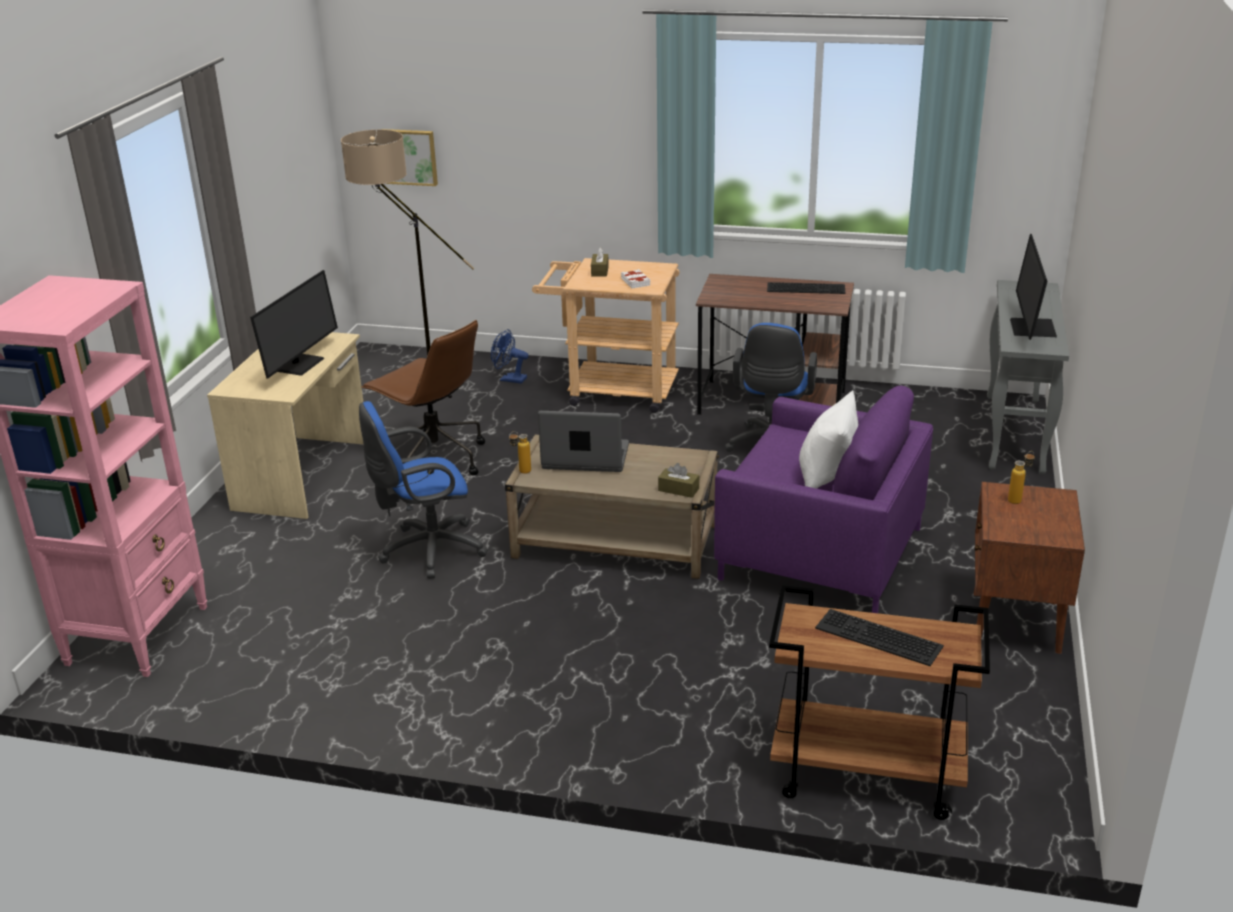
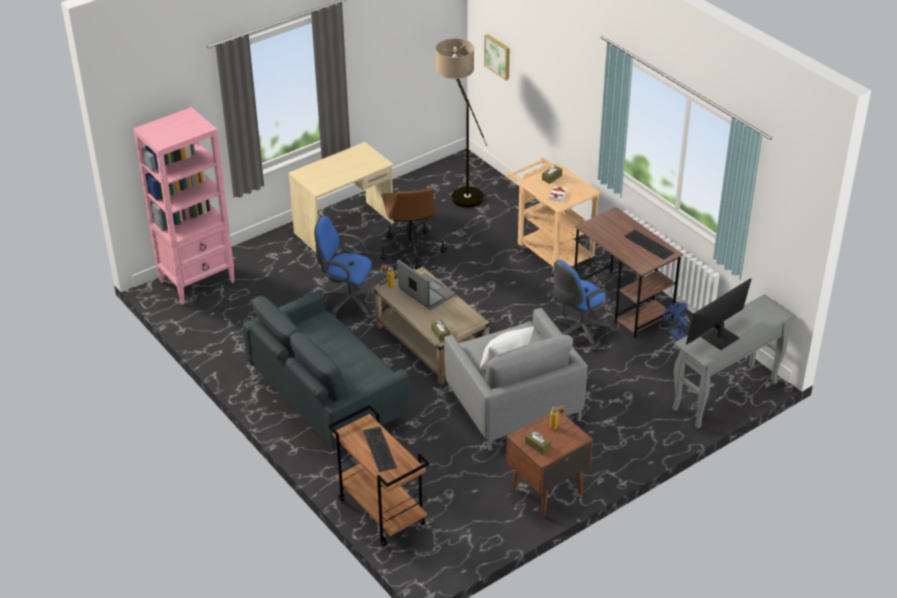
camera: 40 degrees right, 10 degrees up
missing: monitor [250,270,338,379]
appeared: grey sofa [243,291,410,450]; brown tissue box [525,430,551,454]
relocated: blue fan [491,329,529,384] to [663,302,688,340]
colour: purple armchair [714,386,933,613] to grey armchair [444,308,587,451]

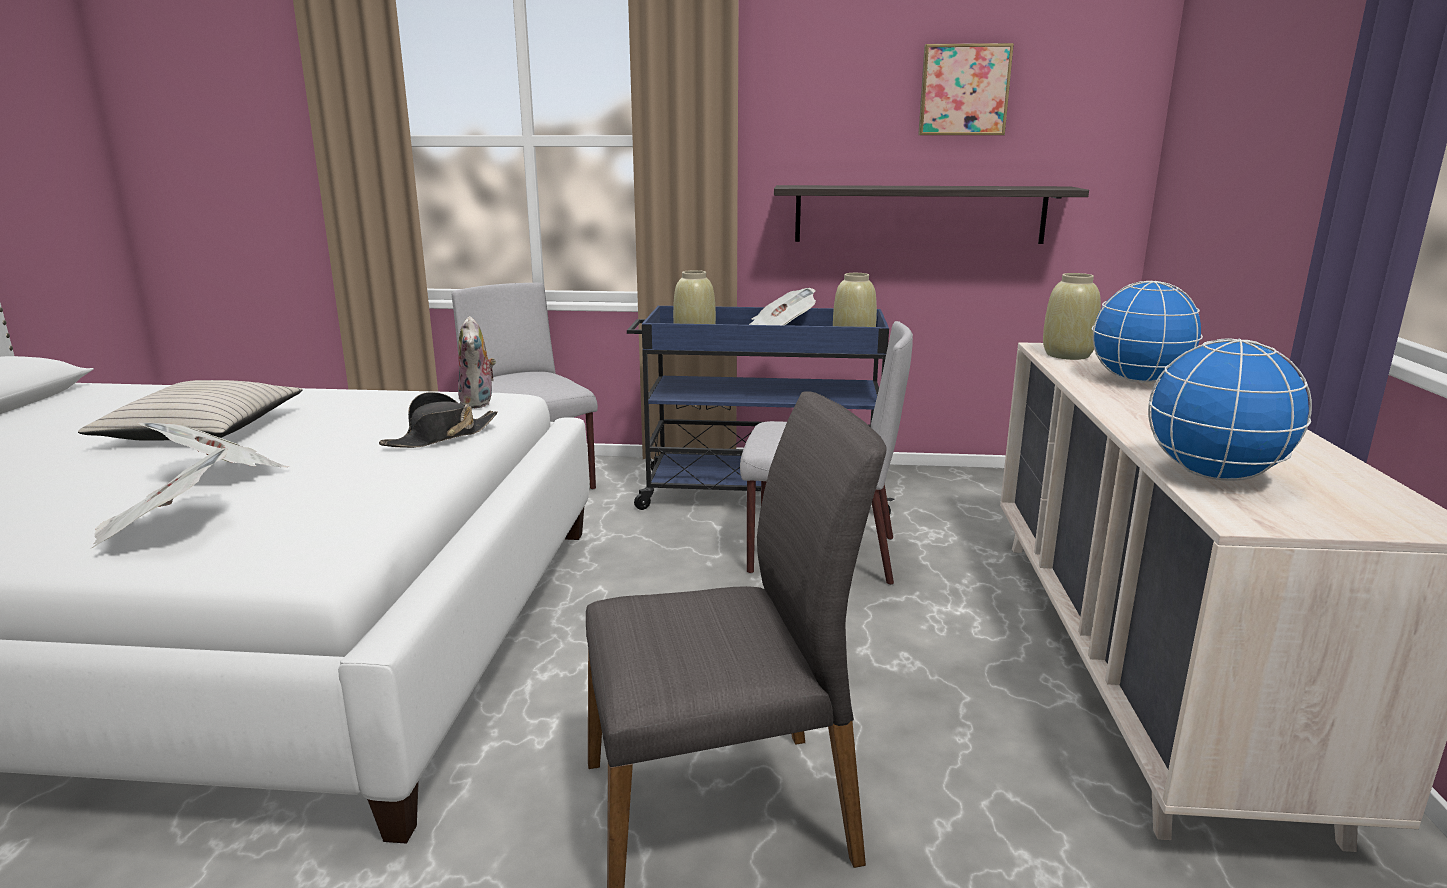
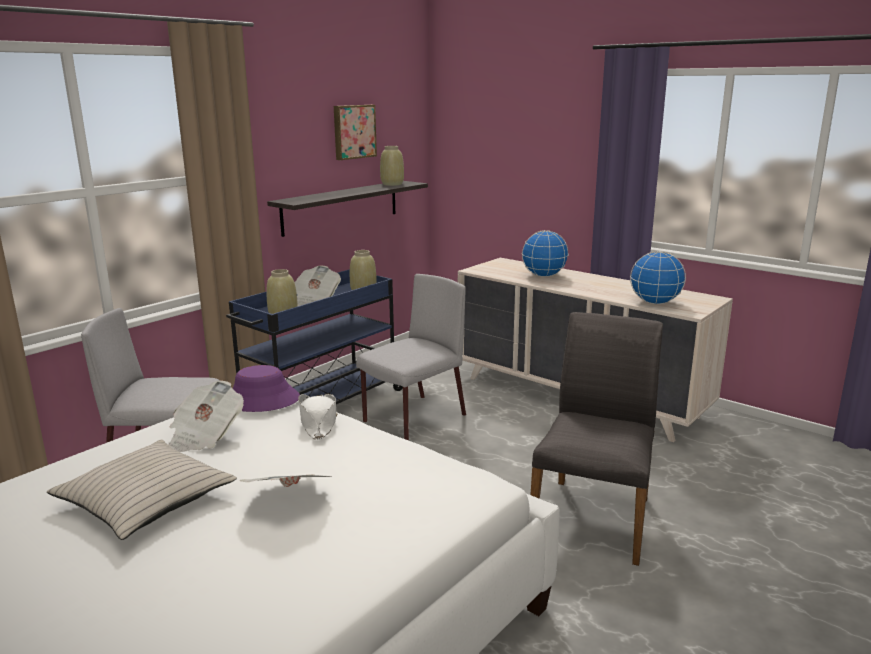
camera: 55 degrees left, 0 degrees up
relocated: newspaper [91,448,228,549] to [168,381,244,452]; beige vase [1043,273,1101,360] to [380,146,404,186]
exchanged: plush toy [458,316,496,408] to purple hat [233,365,300,412]
colour: black hat [379,392,498,448] to white hat [298,394,337,440]

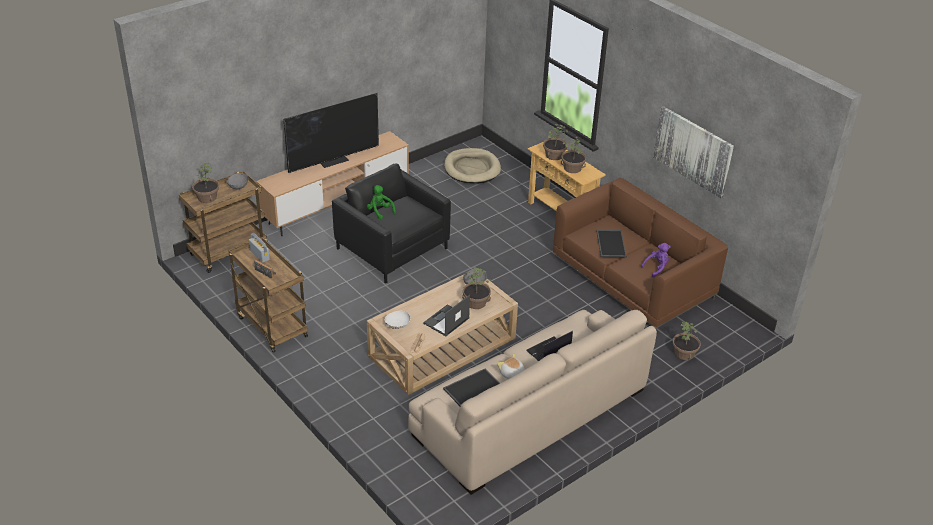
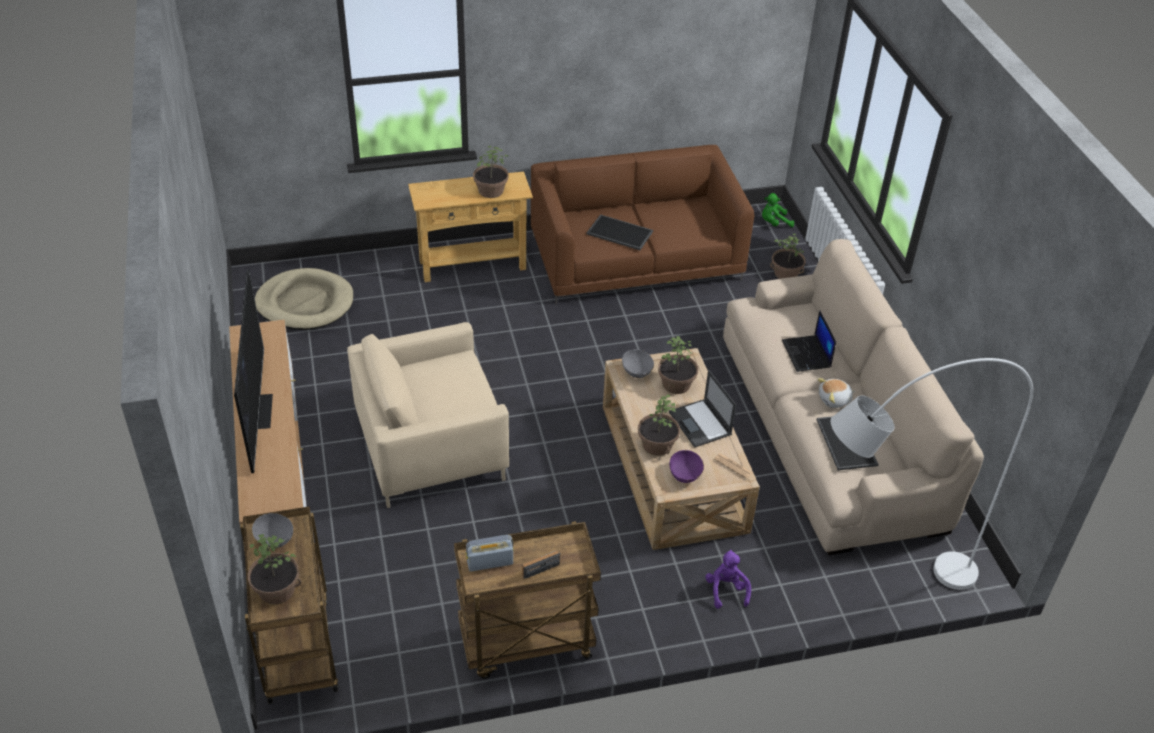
camera: 65 degrees left, 5 degrees up
missing: picture [653,106,734,198]
appeared: white floor lamp [831,358,1033,590]
relocated: green plush toy [367,185,396,220] to [762,193,794,227]; potted plant [543,124,568,160] to [638,395,680,456]; purple plush toy [641,243,671,278] to [705,550,751,609]
colour: black armchair [332,163,451,283] to beige armchair [347,322,509,508]; white bowl [385,311,411,329] to purple bowl [669,450,704,483]

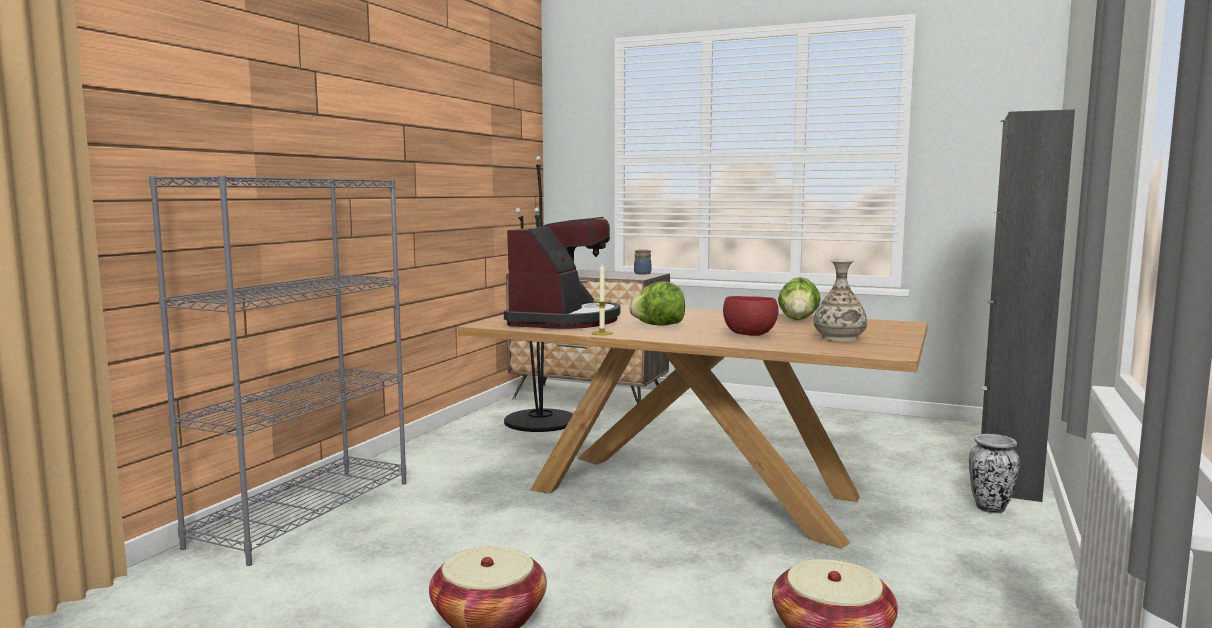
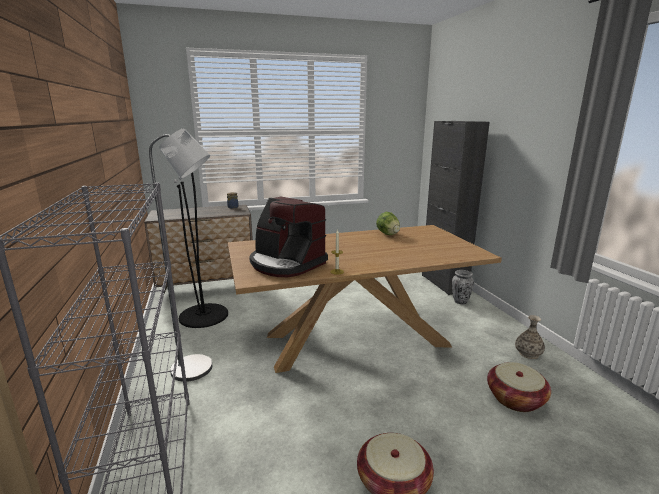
camera: 40 degrees left, 10 degrees up
missing: lettuce [629,281,685,326]; red bowl [723,296,778,336]
appeared: grey floor lamp [149,129,212,382]
relocated: vase [814,259,867,342] to [515,315,545,359]
spun: coffee machine [504,217,620,329] = [249,197,328,277] 150 degrees clockwise

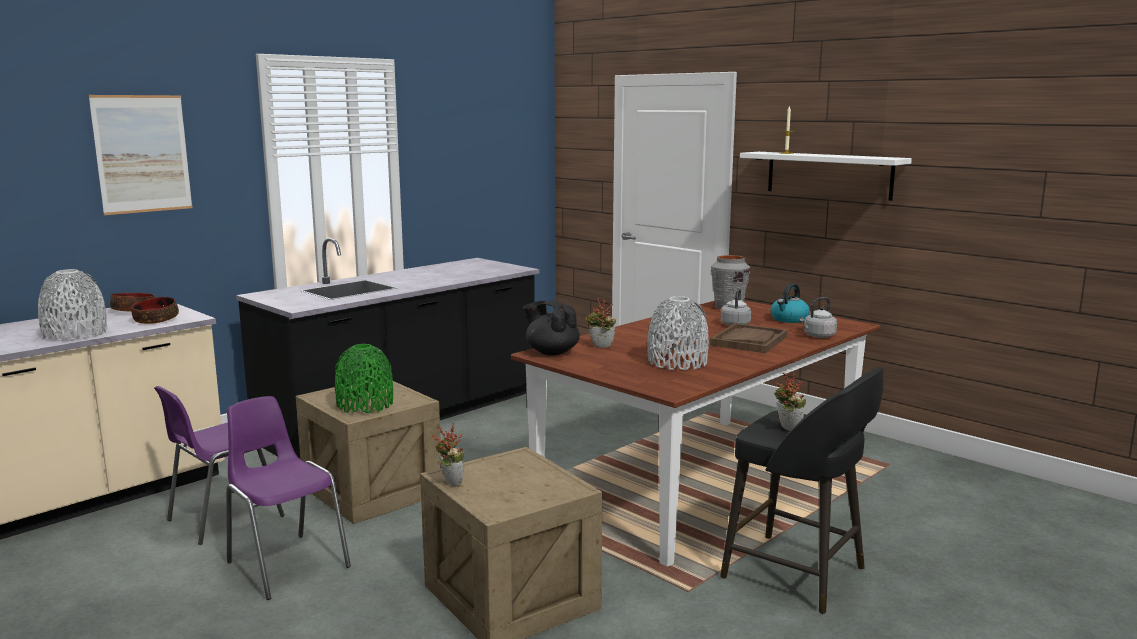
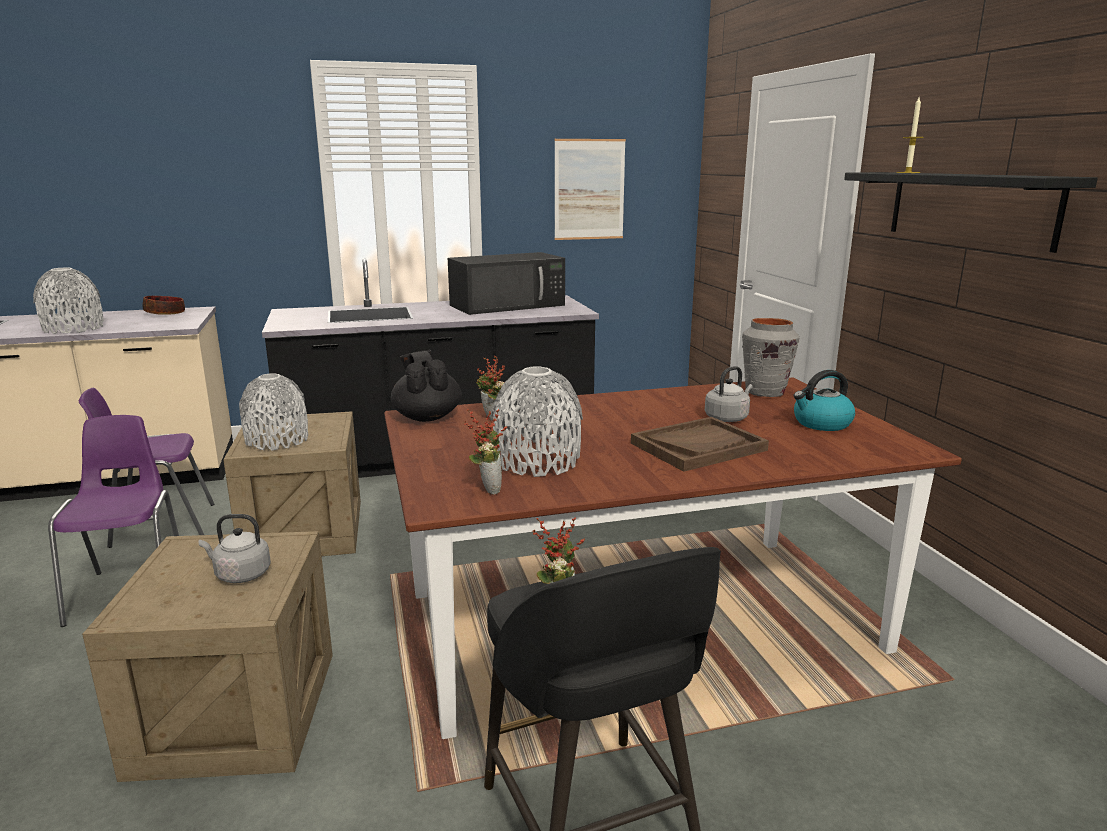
camera: 30 degrees right, 5 degrees up
missing: bowl [131,297,179,324]
appeared: black microwave [448,252,565,315]
relocated: picture [88,95,192,215] to [555,139,626,240]; potted plant [432,423,464,486] to [463,409,507,495]; grey kettle [800,297,837,338] to [199,514,271,583]
colour: green vase [335,344,393,413] to grey vase [239,373,308,451]; white shelf [740,152,912,201] to black shelf [844,172,1098,253]

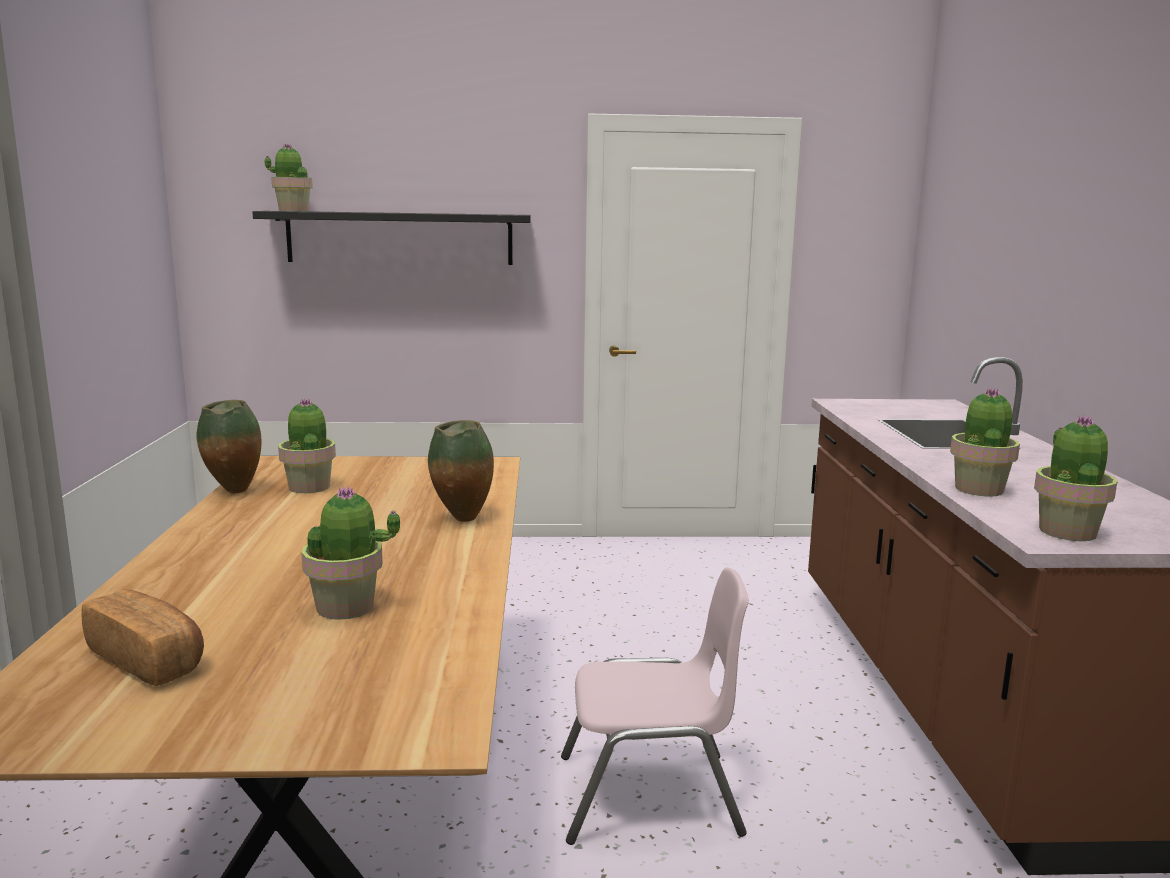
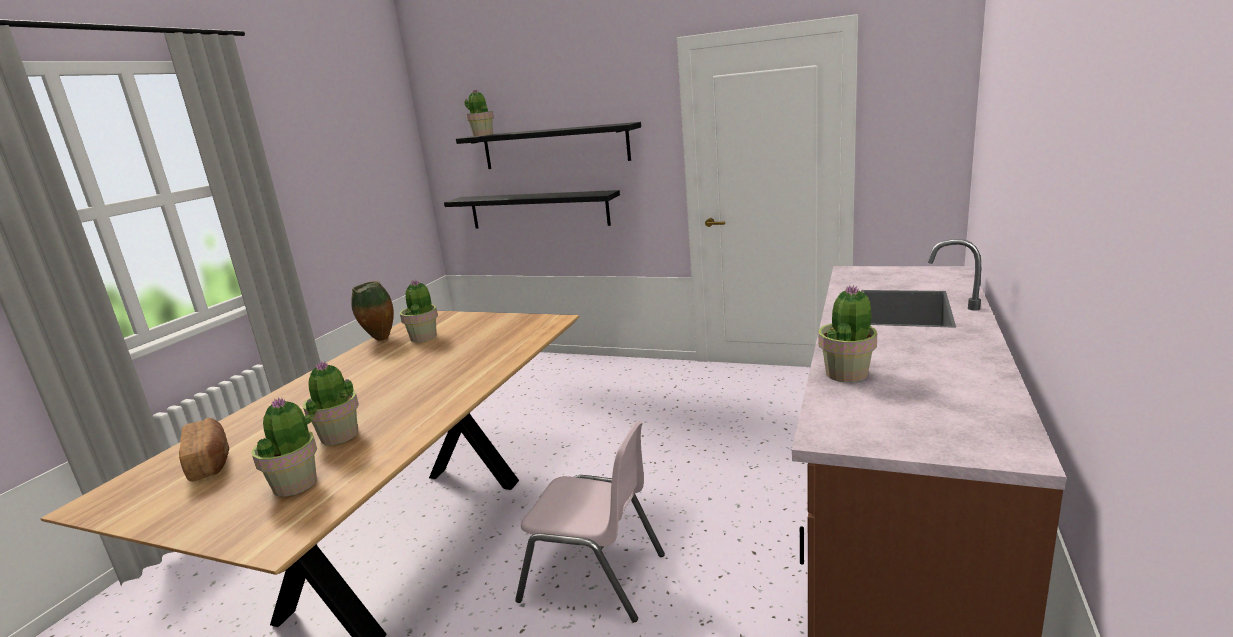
camera: 25 degrees right, 5 degrees up
missing: vase [428,420,494,522]
appeared: black shelf [444,190,620,229]
relocated: potted plant [1034,415,1118,541] to [251,397,317,497]

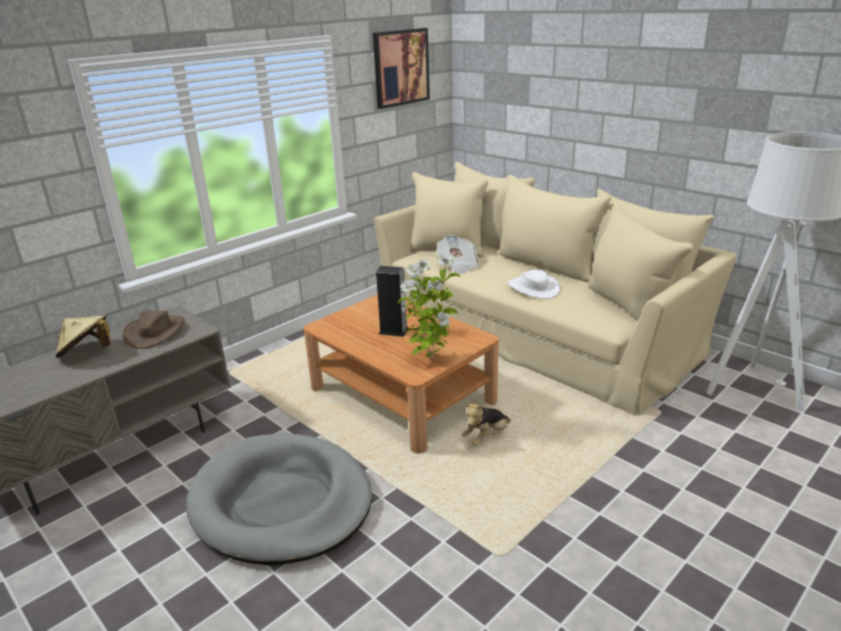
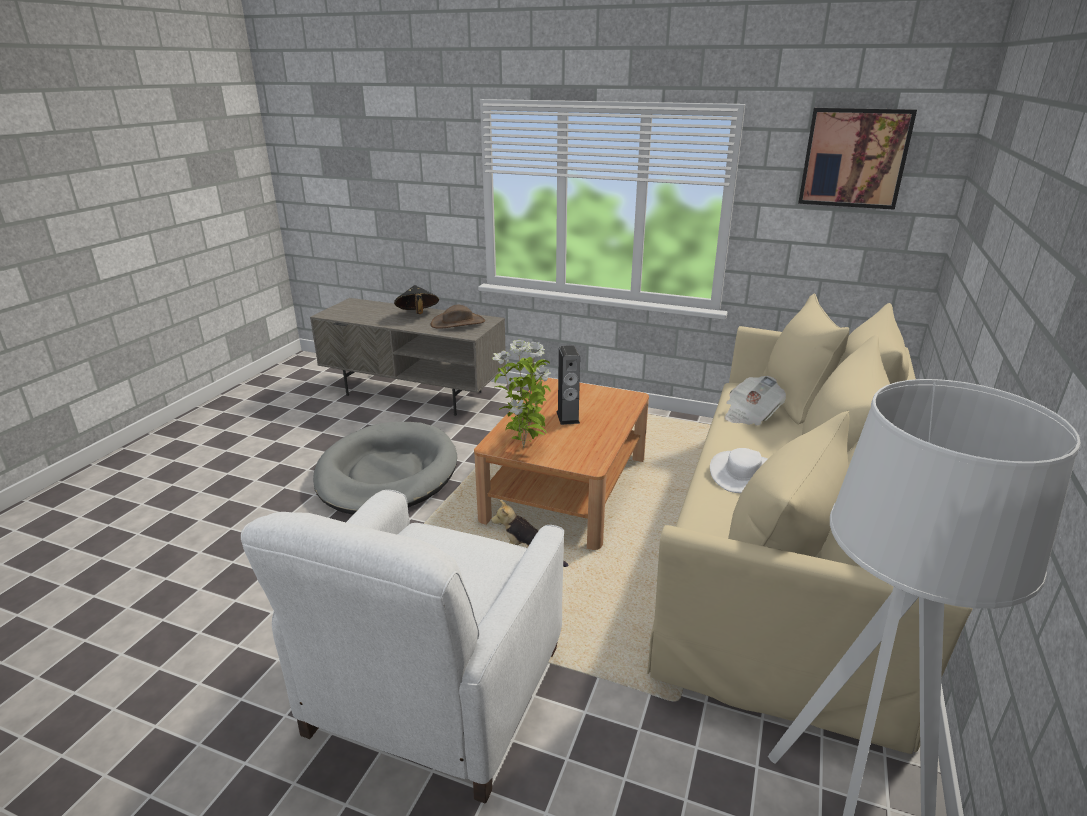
camera: 65 degrees right, 0 degrees up
appeared: white armchair [241,490,564,804]
colour: beige hat [56,315,110,358] to black hat [394,285,439,314]

